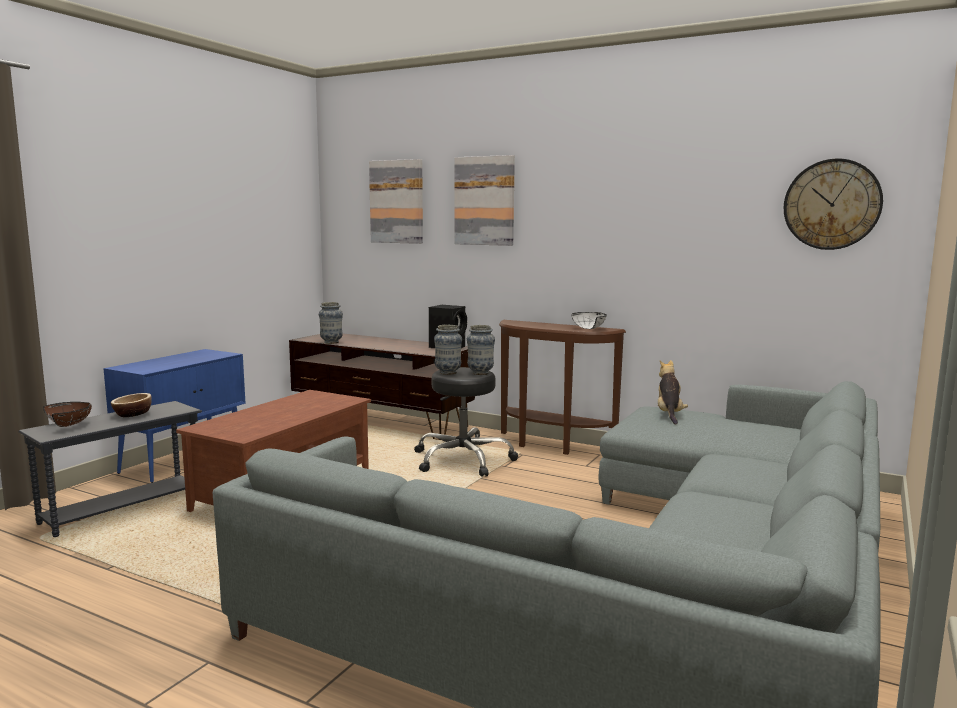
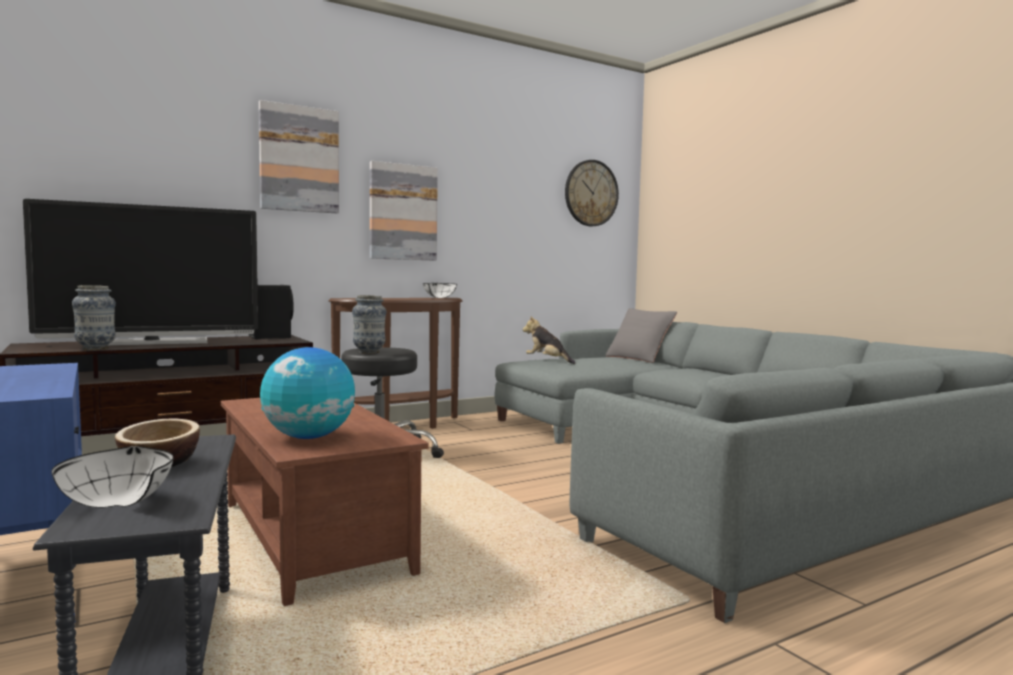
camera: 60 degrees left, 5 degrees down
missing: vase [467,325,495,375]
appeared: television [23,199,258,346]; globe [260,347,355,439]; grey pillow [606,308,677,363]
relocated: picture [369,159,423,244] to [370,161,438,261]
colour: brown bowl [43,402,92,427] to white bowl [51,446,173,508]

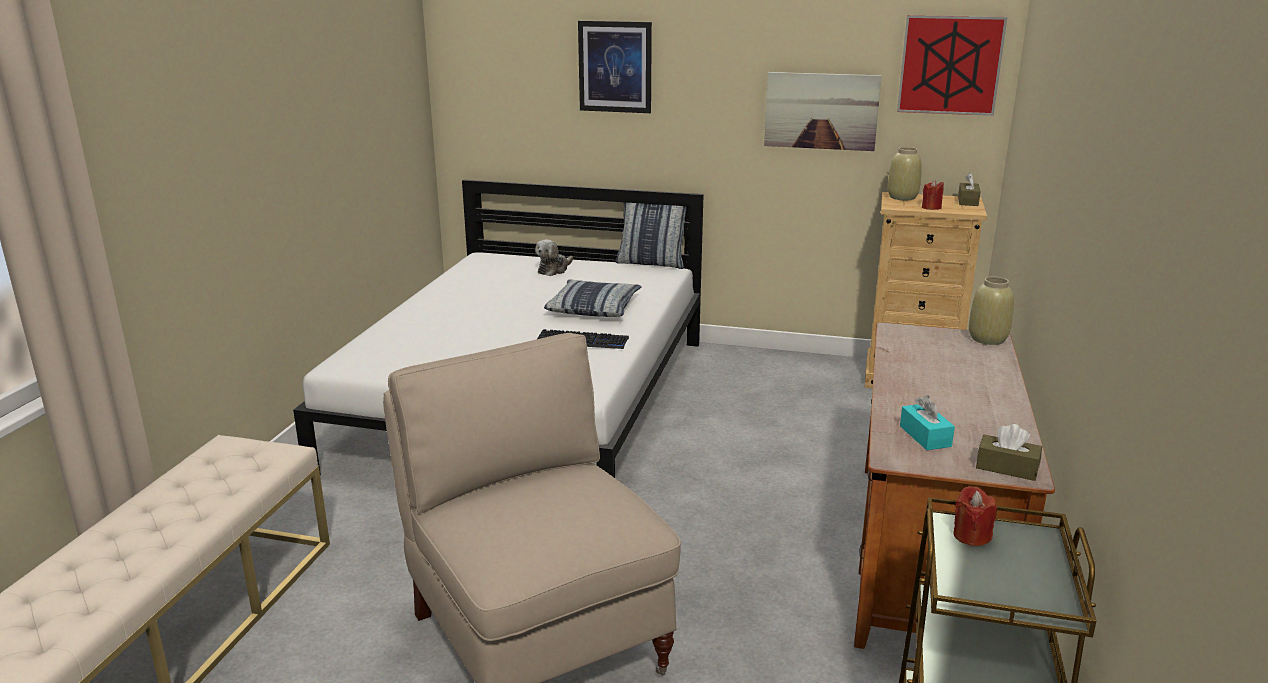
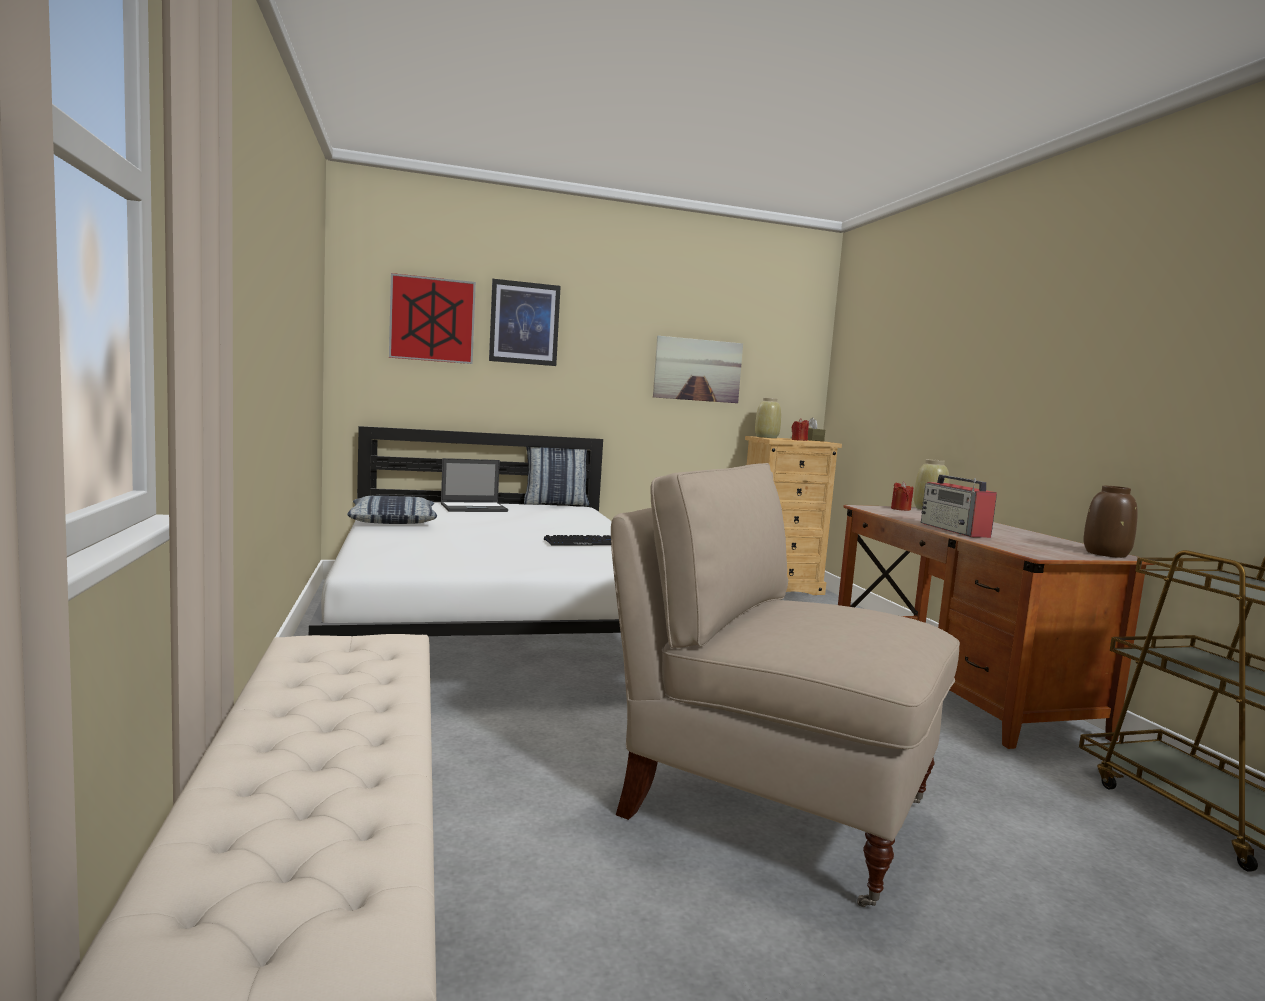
camera: 30 degrees left, 15 degrees down
missing: turquoise tissue box [900,395,955,450]
appeared: radio [921,475,997,538]
relocated: pillow [544,279,642,317] to [347,496,437,524]; picture [897,15,1008,116] to [389,273,476,364]; red candle [953,486,997,546] to [891,482,913,511]
exchanged: plush toy [535,239,573,276] to laptop [441,458,508,512]; brown tissue box [976,424,1042,481] to brown vase [1083,485,1138,558]

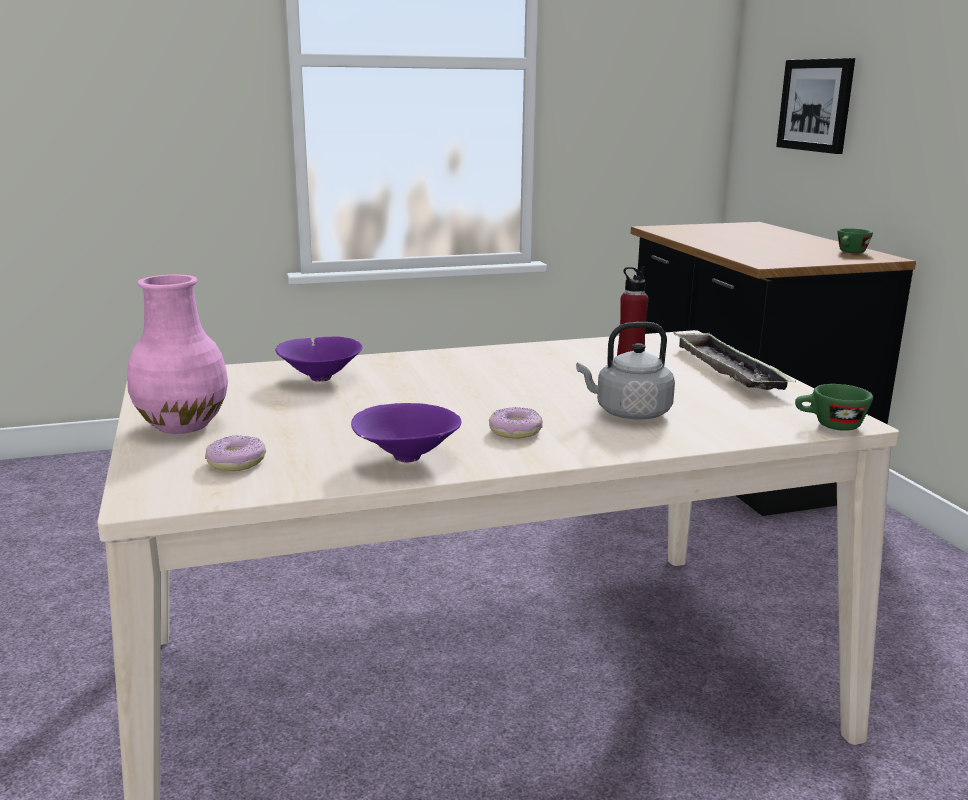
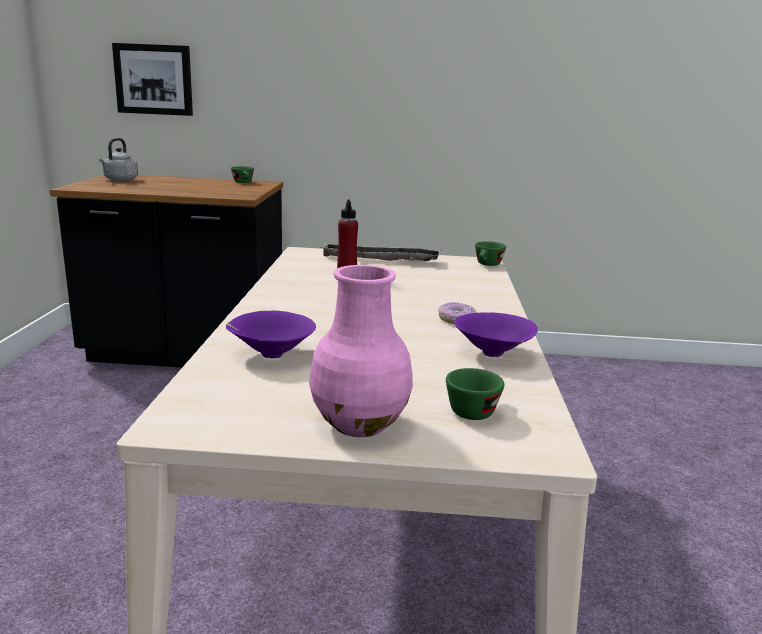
camera: 70 degrees left, 0 degrees up
relocated: grey kettle [576,322,675,420] to [99,138,138,181]
exchanged: donut [205,435,266,471] to green cup [446,368,504,420]

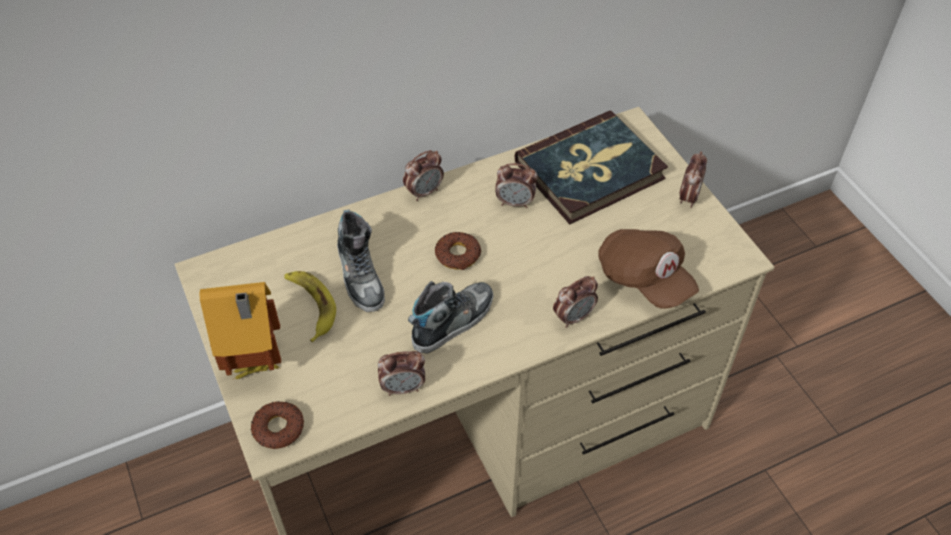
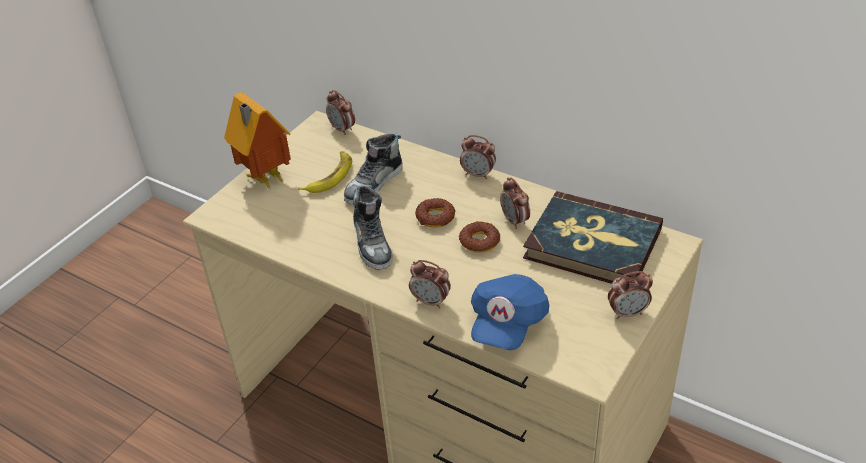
camera: 60 degrees right, 10 degrees down
relocated: donut [251,401,304,449] to [459,221,500,253]; alarm clock [378,351,425,396] to [326,90,355,135]
colour: brown cap [598,229,699,309] to blue cap [471,274,549,350]
spun: shoe [408,281,493,353] = [353,185,393,270] 60 degrees clockwise

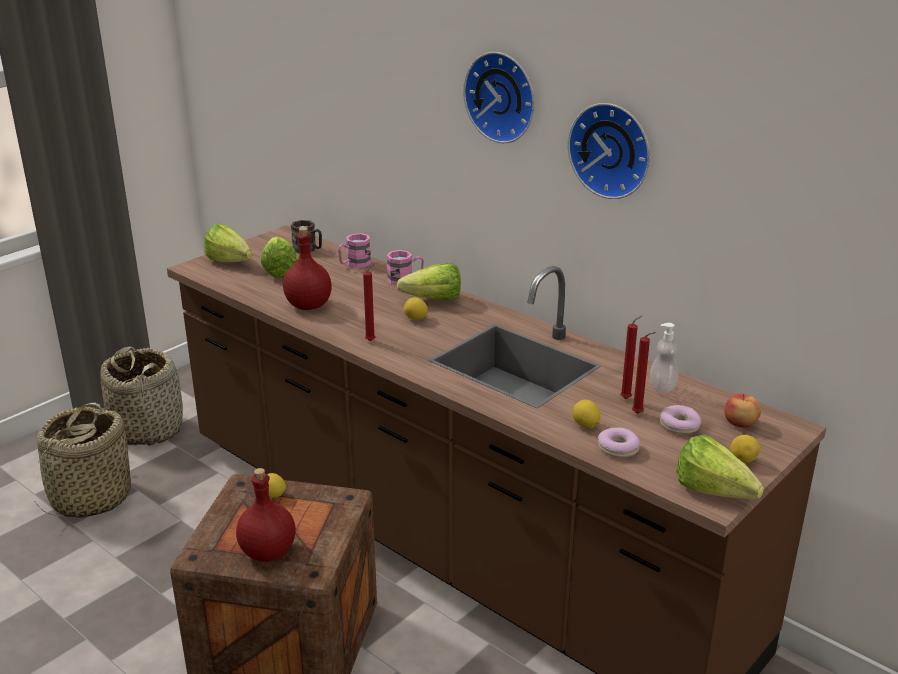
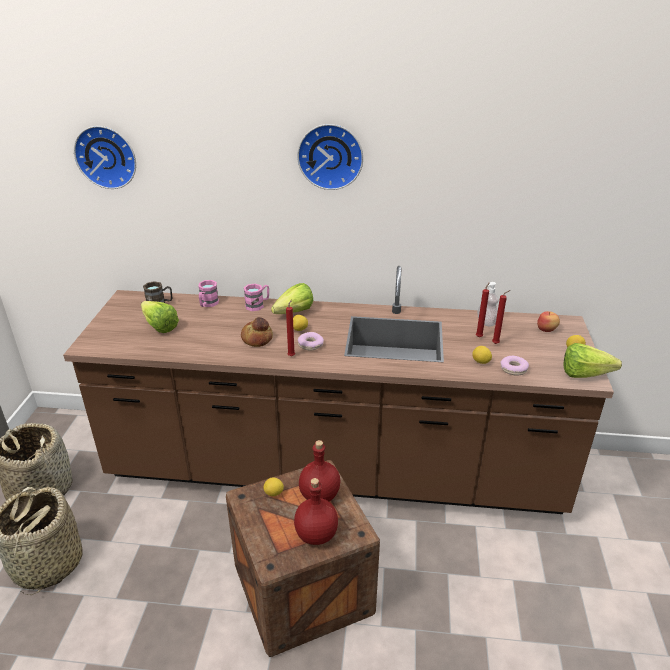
camera: 35 degrees left, 5 degrees up
missing: lettuce [204,224,252,262]
appeared: bread [241,317,273,347]
relocated: red bottle [283,227,332,310] to [299,440,340,501]; wall clock [568,103,650,199] to [74,126,136,189]; donut [660,405,702,434] to [298,332,324,351]

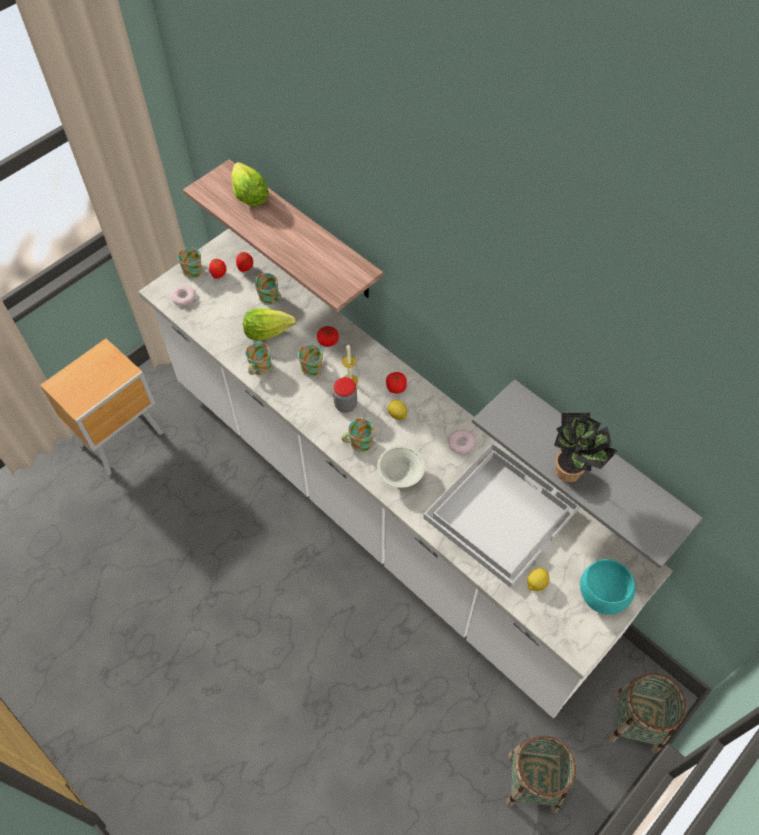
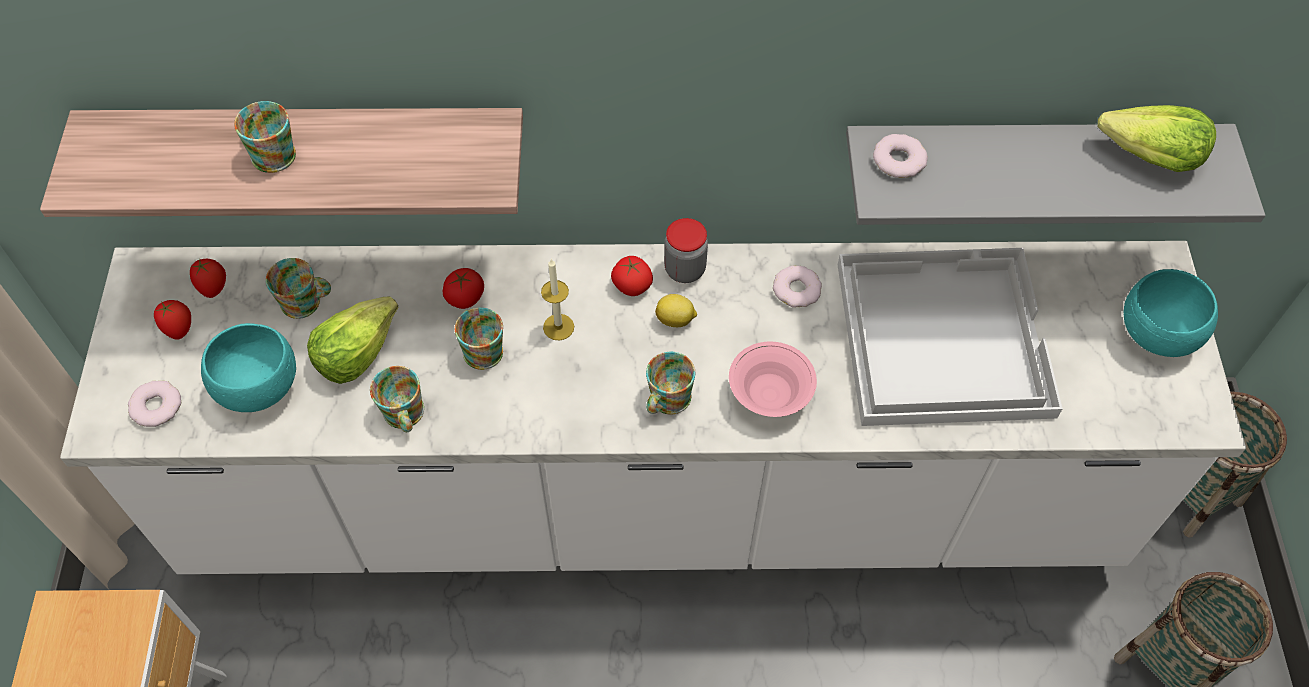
camera: 45 degrees left, 0 degrees up
missing: lemon [527,568,549,591]; potted plant [554,413,618,482]
appeared: turquoise bowl [201,323,296,412]; donut [873,134,928,178]
relocated: mug [178,247,202,278] to [234,101,296,173]; lettuce [231,162,269,207] to [1098,105,1216,172]; jar [333,377,357,413] to [664,218,708,283]
colour: white bowl [377,446,425,488] to pink bowl [729,342,817,417]

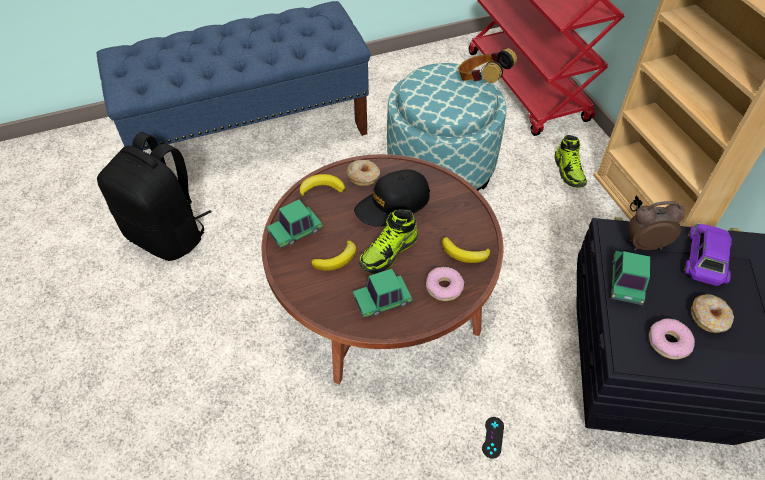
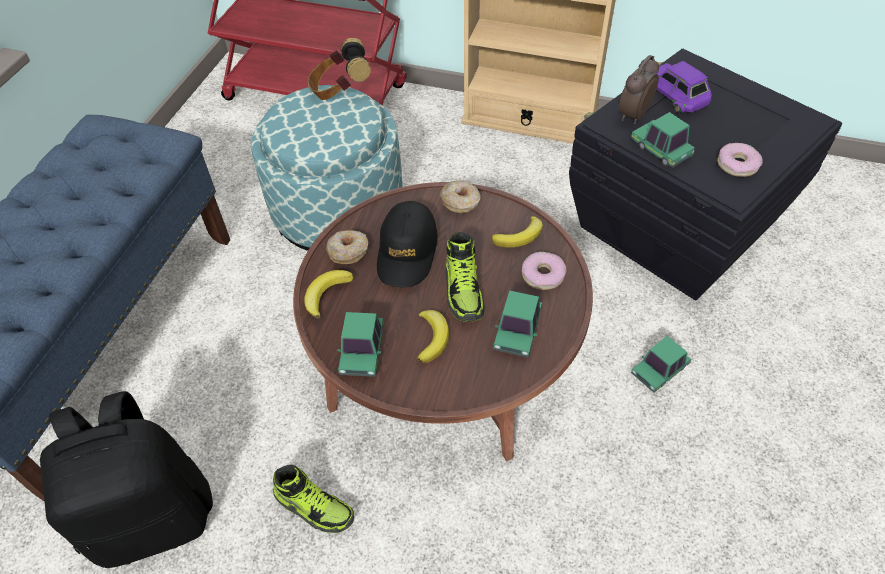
camera: 50 degrees left, 0 degrees up
relocated: shoe [554,135,587,188] to [273,464,354,533]; donut [691,294,734,333] to [440,180,481,213]
exchanged: black game controller [482,417,504,459] to toy car [631,336,691,393]

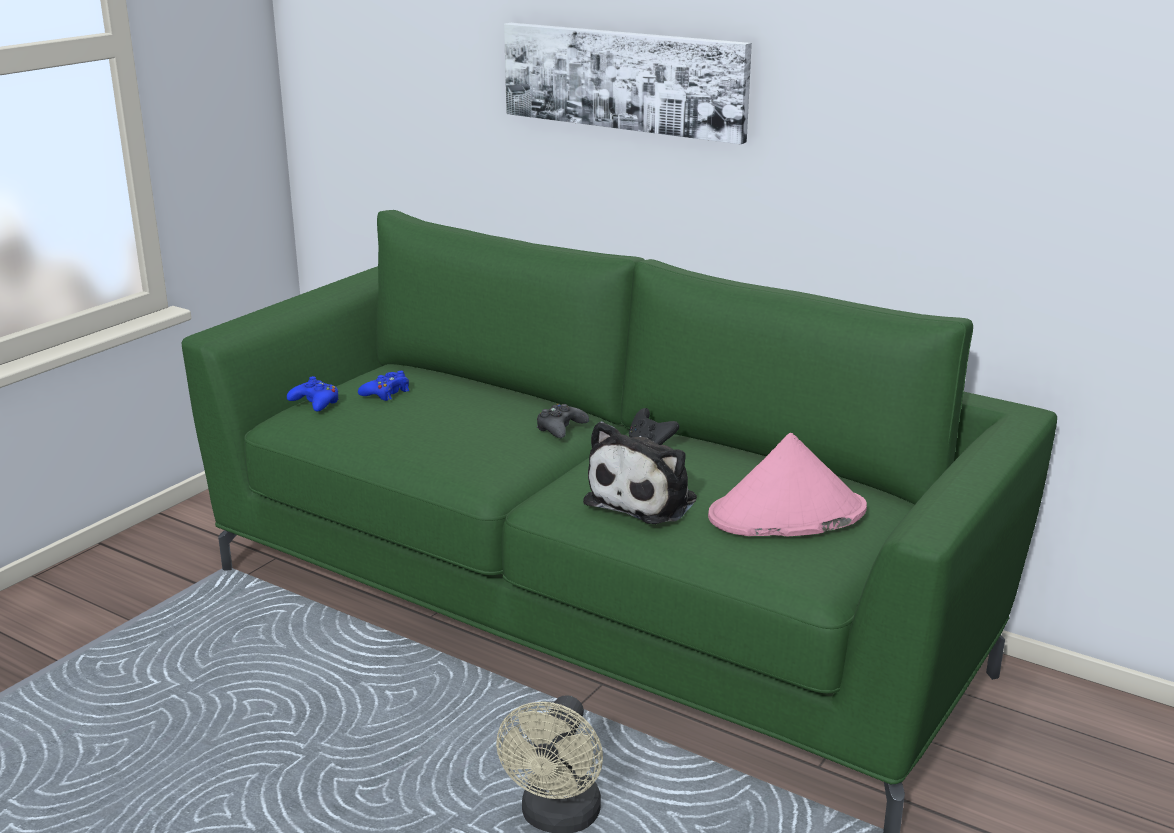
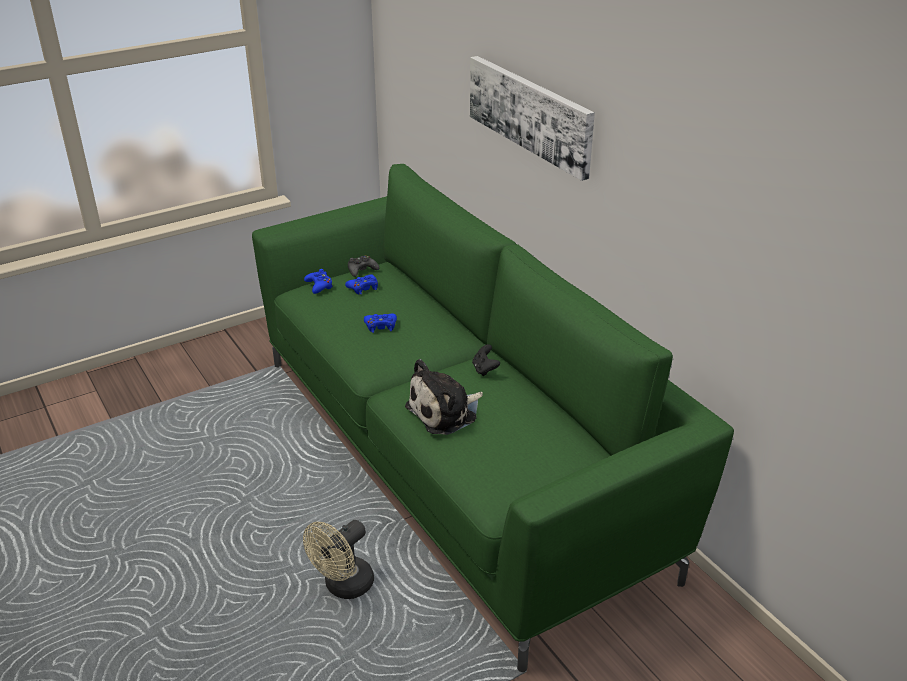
camera: 25 degrees right, 10 degrees up
missing: pink hat [708,433,867,536]
appeared: blue game controller [364,313,397,333]
relocated: black game controller [537,404,589,438] to [348,255,379,277]

